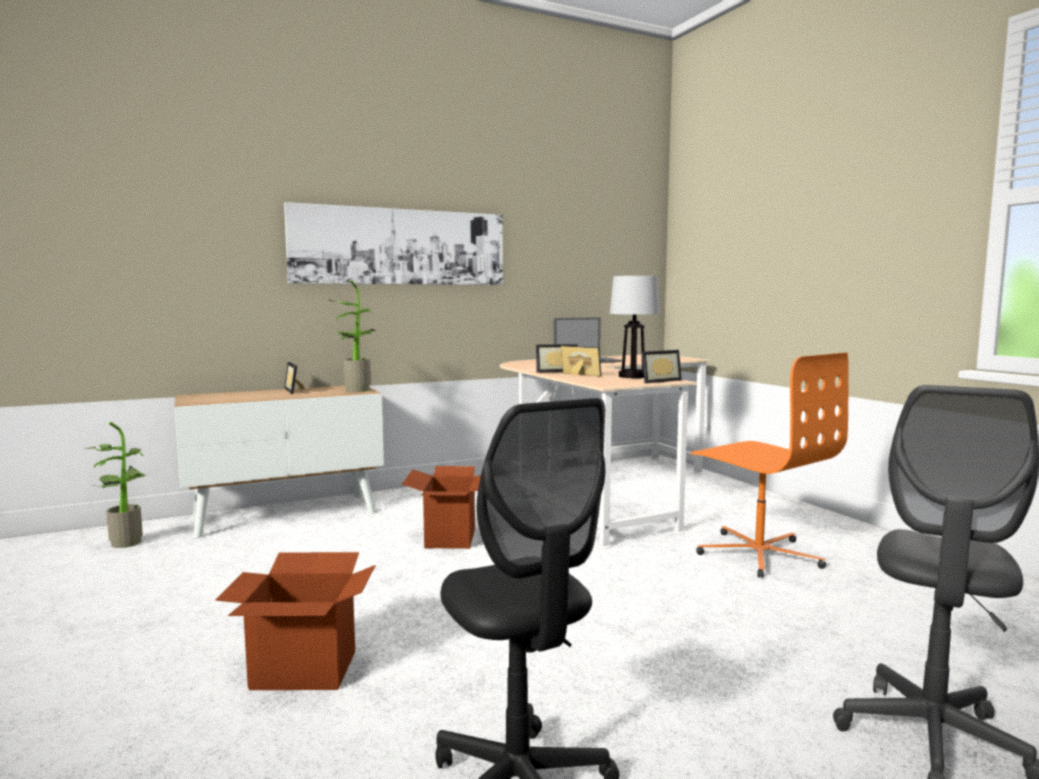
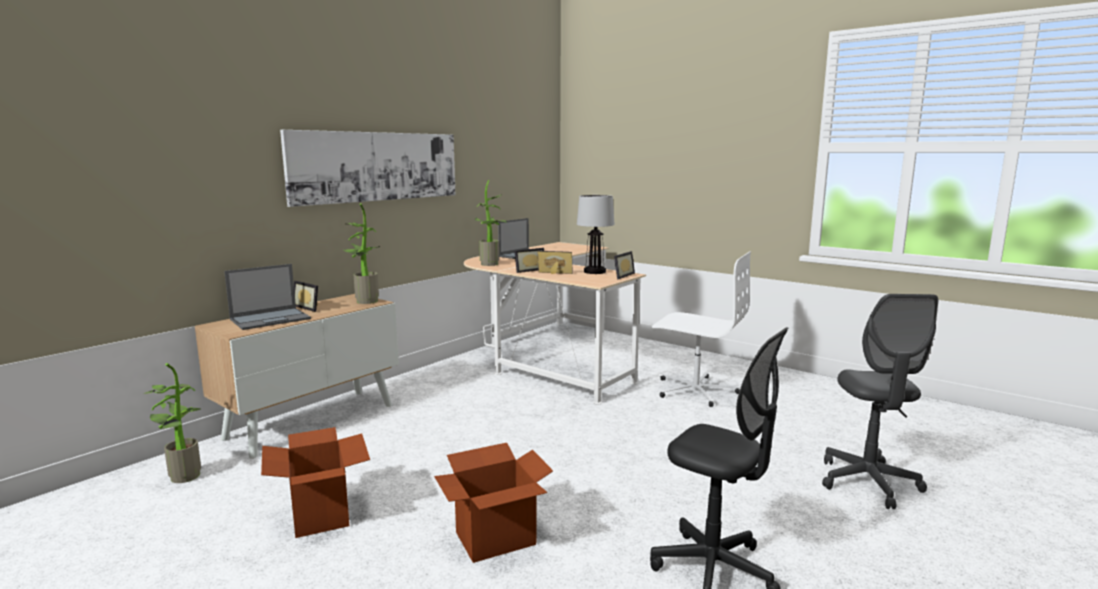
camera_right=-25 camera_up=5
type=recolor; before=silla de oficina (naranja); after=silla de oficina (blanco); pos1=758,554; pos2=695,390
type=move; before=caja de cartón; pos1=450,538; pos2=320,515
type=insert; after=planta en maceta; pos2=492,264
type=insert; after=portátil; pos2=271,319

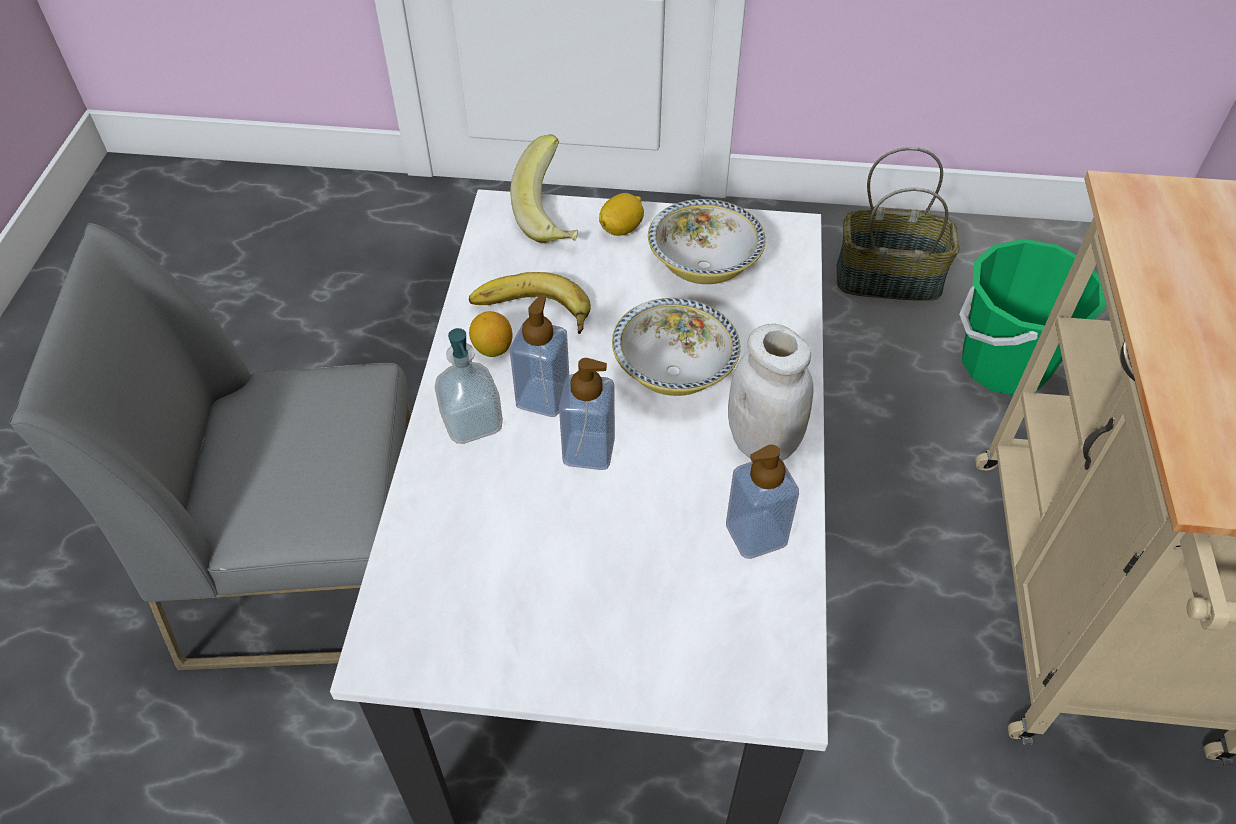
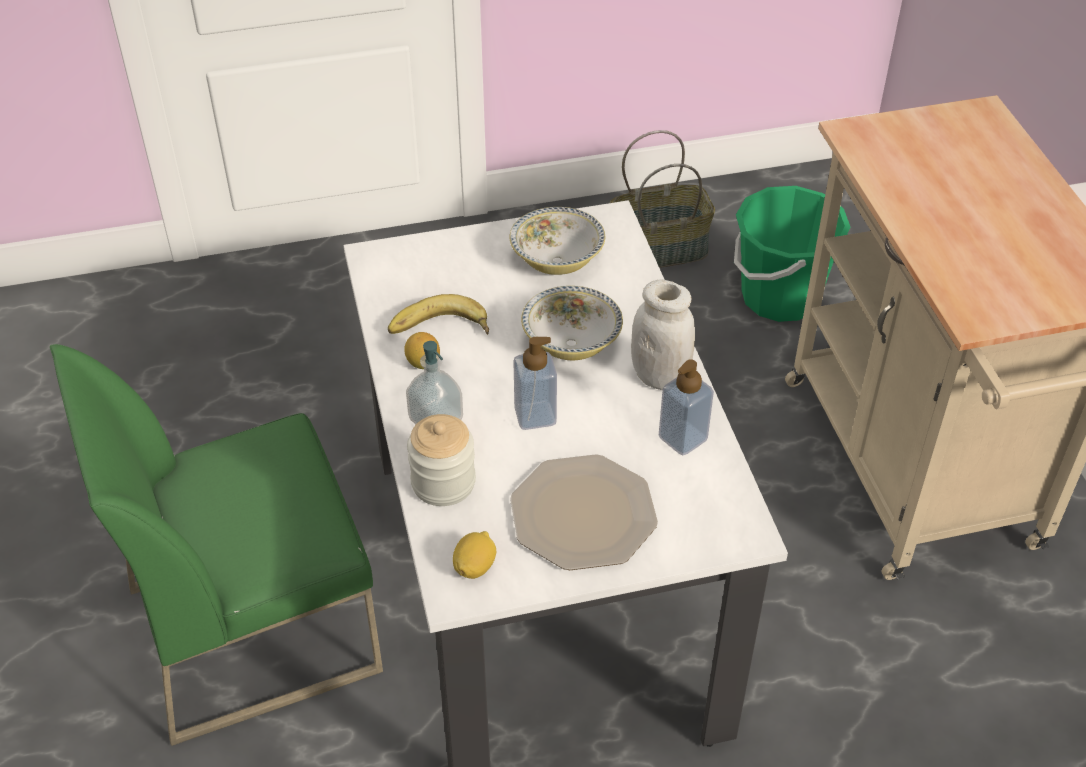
camera_right=-20 camera_up=-5
type=delete; before=plátano; pos1=554,216
type=move; before=limón; pos1=621,228; pos2=475,566
type=recolor; before=silla (gris); after=silla (verde); pos1=313,568; pos2=255,627
type=delete; before=dispensador de jabón; pos1=543,398
type=insert; after=tarro; pos2=443,482
type=insert; after=plato; pos2=583,515

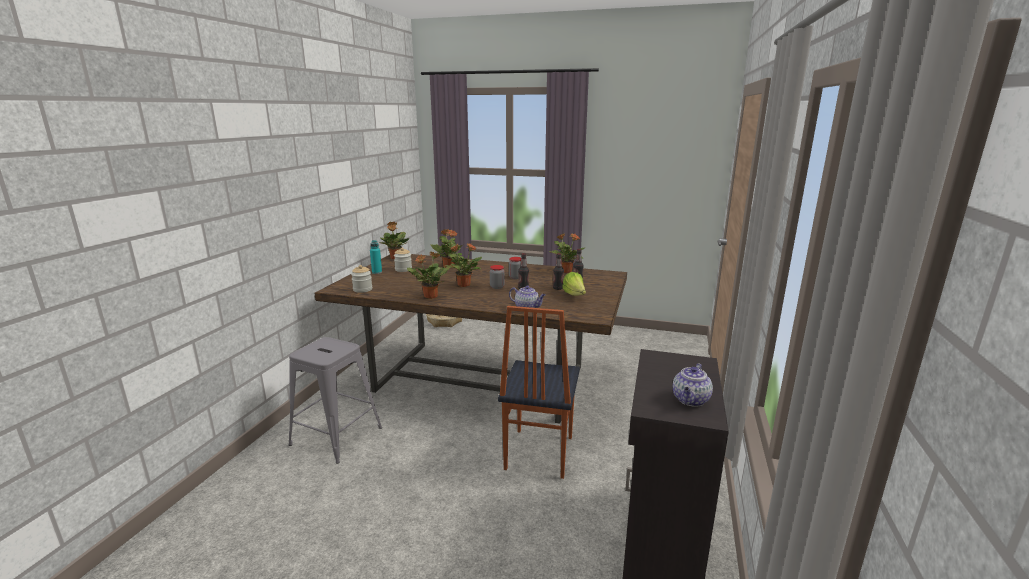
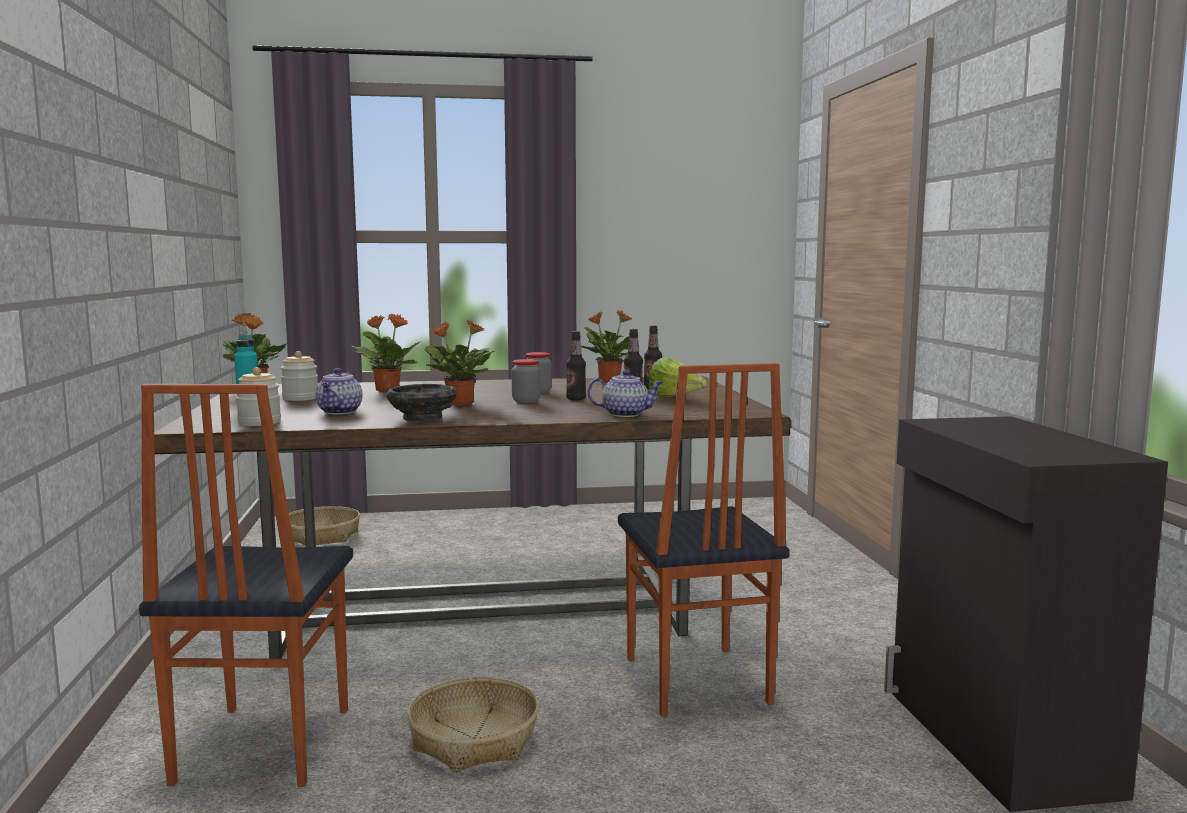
camera_right=-25 camera_up=-10
type=replace; before=planta en maceta; after=cuenco (negro); pos1=430,296; pos2=421,418
type=replace; before=taburete (gris); after=silla; pos1=336,436; pos2=260,746
type=move; before=tetera; pos1=691,400; pos2=340,412
type=insert; after=cesta; pos2=474,739

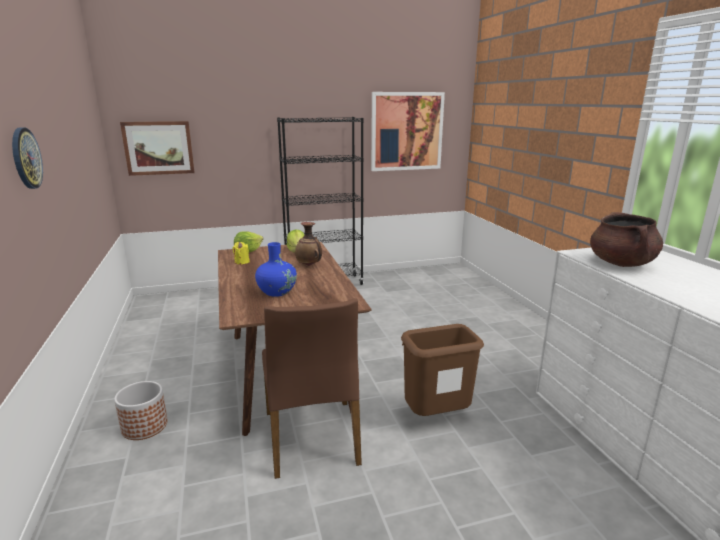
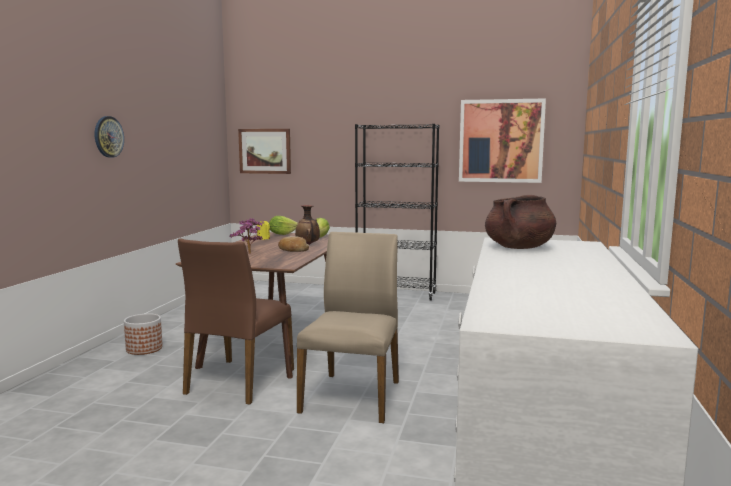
camera_right=30 camera_up=-10
type=replace; before=florero (azul); after=planta en maceta; pos1=277,292; pos2=249,254
type=replace; before=papelera (marrón); after=silla (beis); pos1=436,417; pos2=353,396
type=insert; after=pan; pos2=292,250

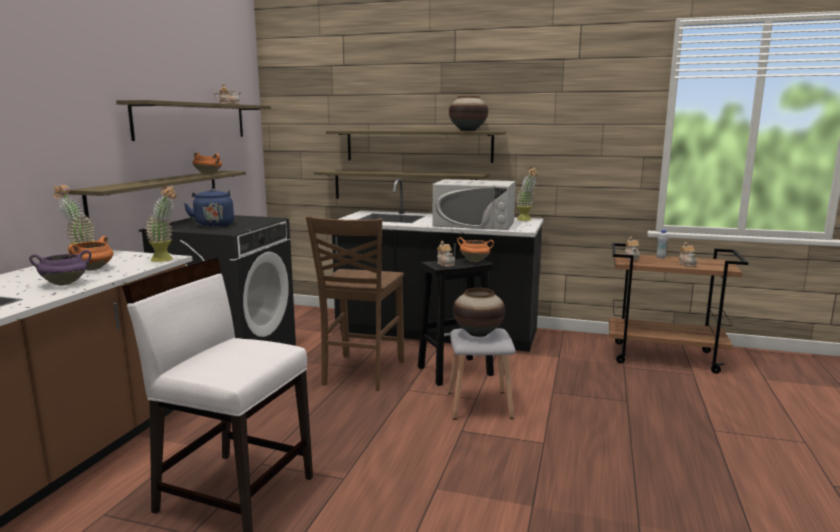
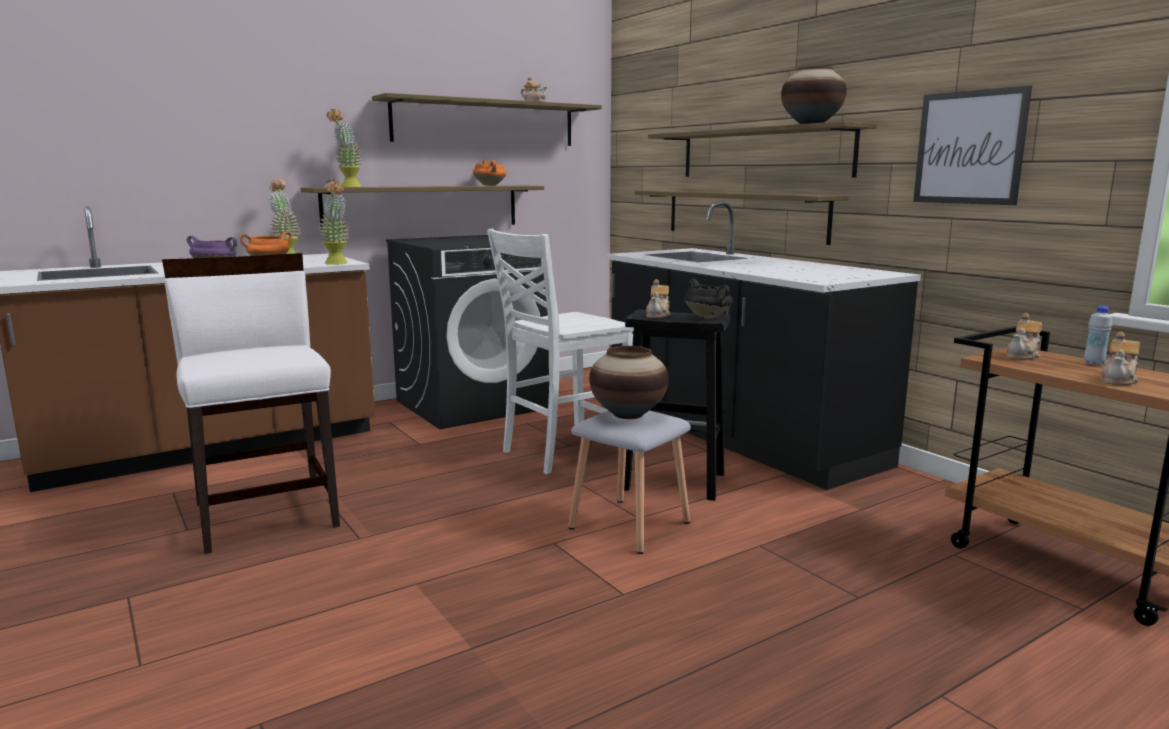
camera_right=40 camera_up=0
type=move; before=planta en maceta; pos1=526,220; pos2=347,187
type=delete; before=microondas (blanco); pos1=474,224
type=delete; before=hervidor (azul); pos1=213,225
type=recolor; before=silla (marrón); after=silla (blanco); pos1=361,373; pos2=563,452
type=recolor; before=olla (naranja); after=olla (negro); pos1=475,261; pos2=708,317
type=insert; after=cuadro; pos2=969,147

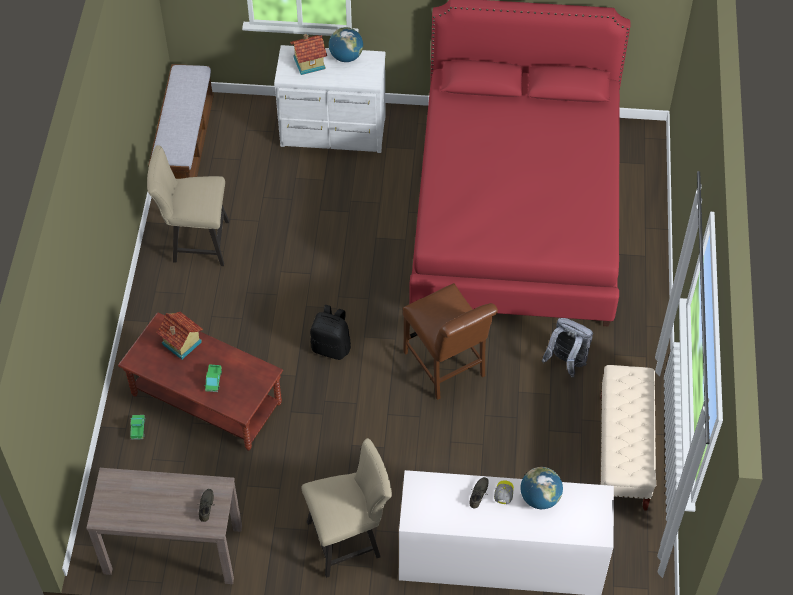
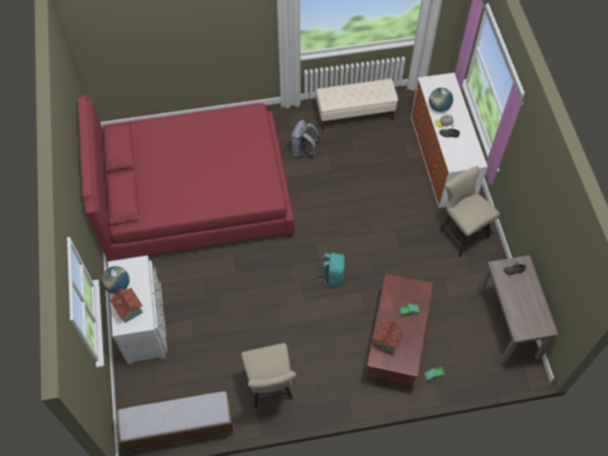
camera_right=-105 camera_up=5
type=delete; before=silla (marrón); pos1=446,368
type=recolor; before=mochila (negro); after=mochila (turquesa); pos1=331,347; pos2=332,276

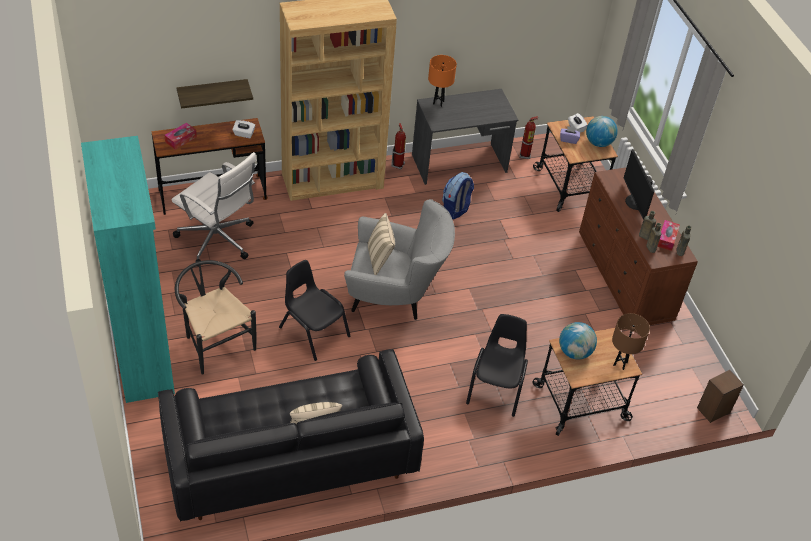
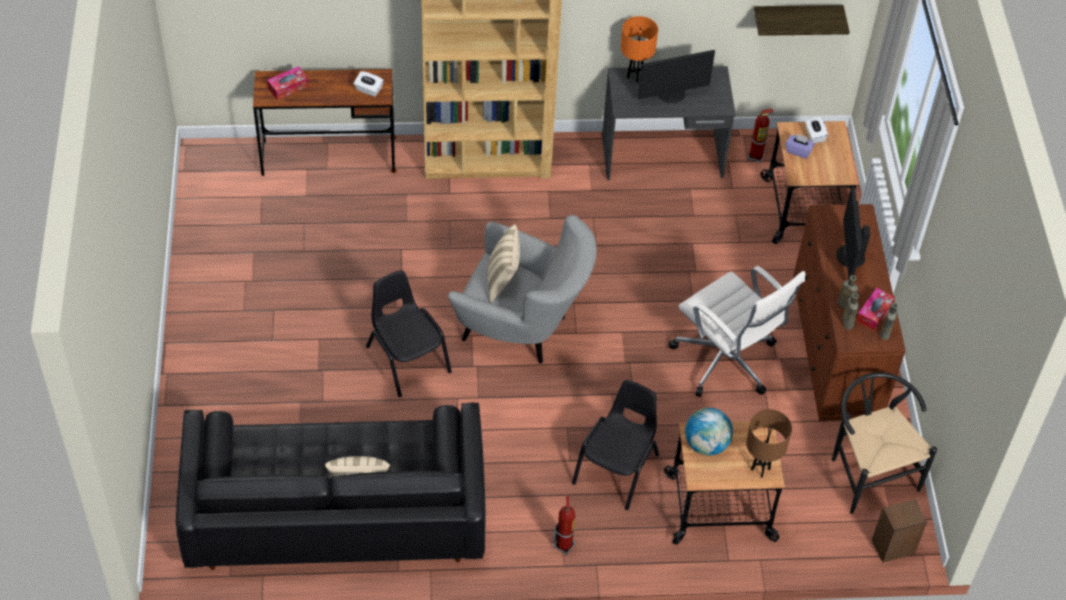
camera_right=15 camera_up=5
type=move; before=estante; pos1=212,93; pos2=796,17
type=delete; before=globo terráqueo; pos1=598,143
type=move; before=extintor; pos1=398,165; pos2=564,545
type=delete; before=estantería (turquesa); pos1=144,354
type=move; before=silla de oficina (blanco); pos1=218,241; pos2=726,361
type=delete; before=mochila; pos1=455,210
type=move; before=silla (negro); pos1=215,342; pos2=867,471
type=insert; after=monitor; pos2=672,94

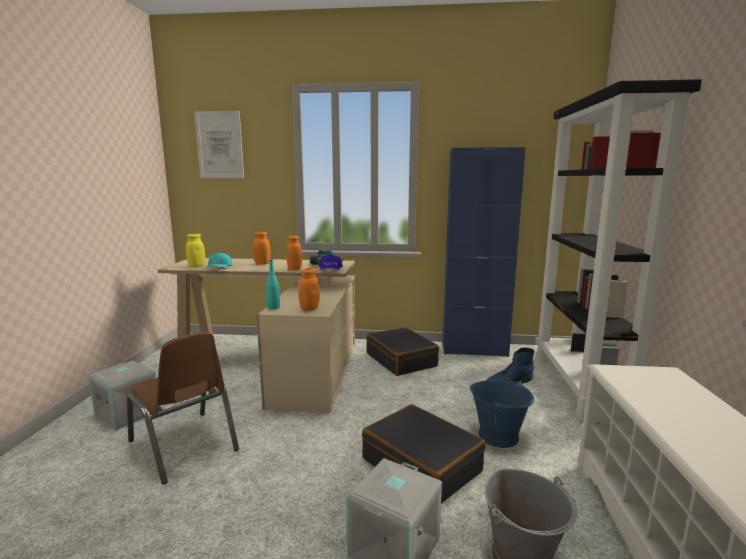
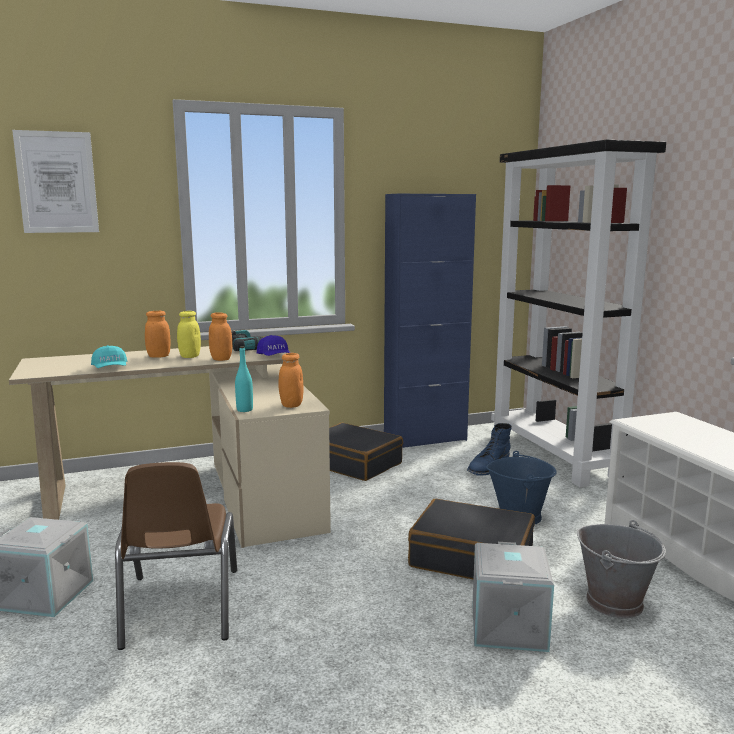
camera_right=-25 camera_up=0
type=move; before=tarro (amarillo); pos1=196,266; pos2=189,356
type=rotate; before=silla (marrón); pos1=184,446; pos2=180,607; turn=60

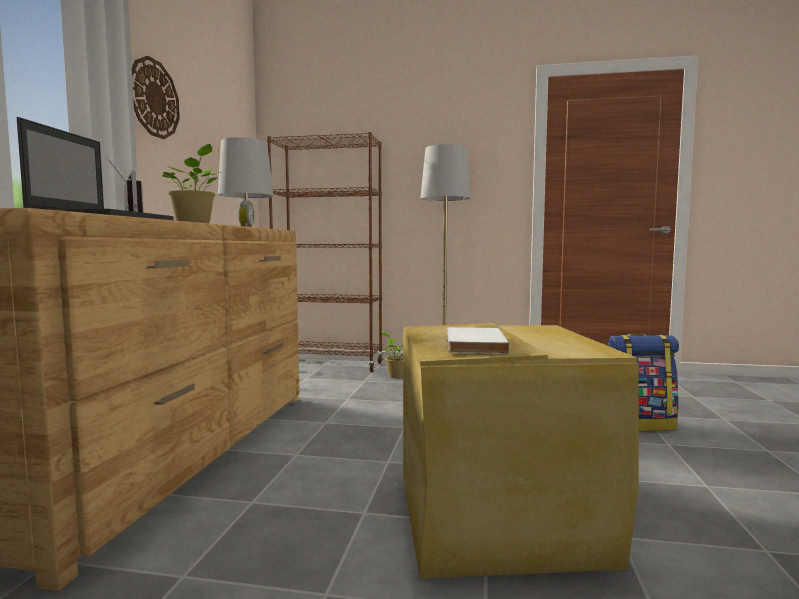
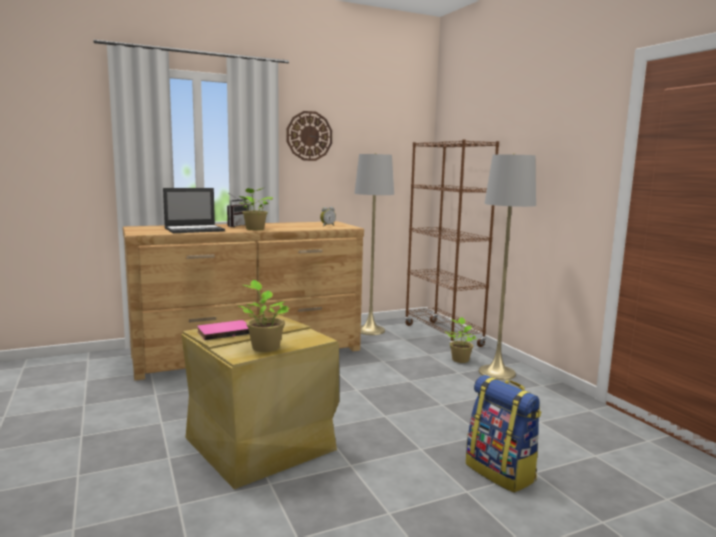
camera_right=55 camera_up=5
type=recolor; before=libro (blanco); after=libro (rosa); pos1=472,344; pos2=224,332
type=insert; after=planta en maceta; pos2=264,347

